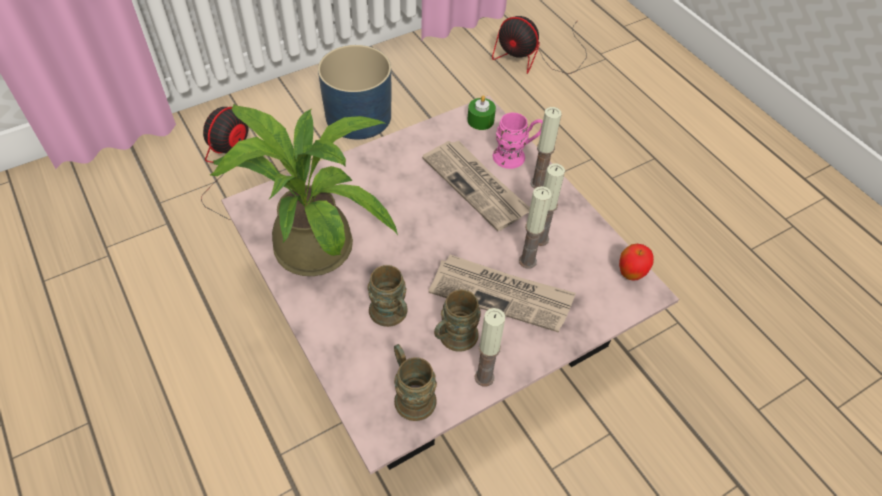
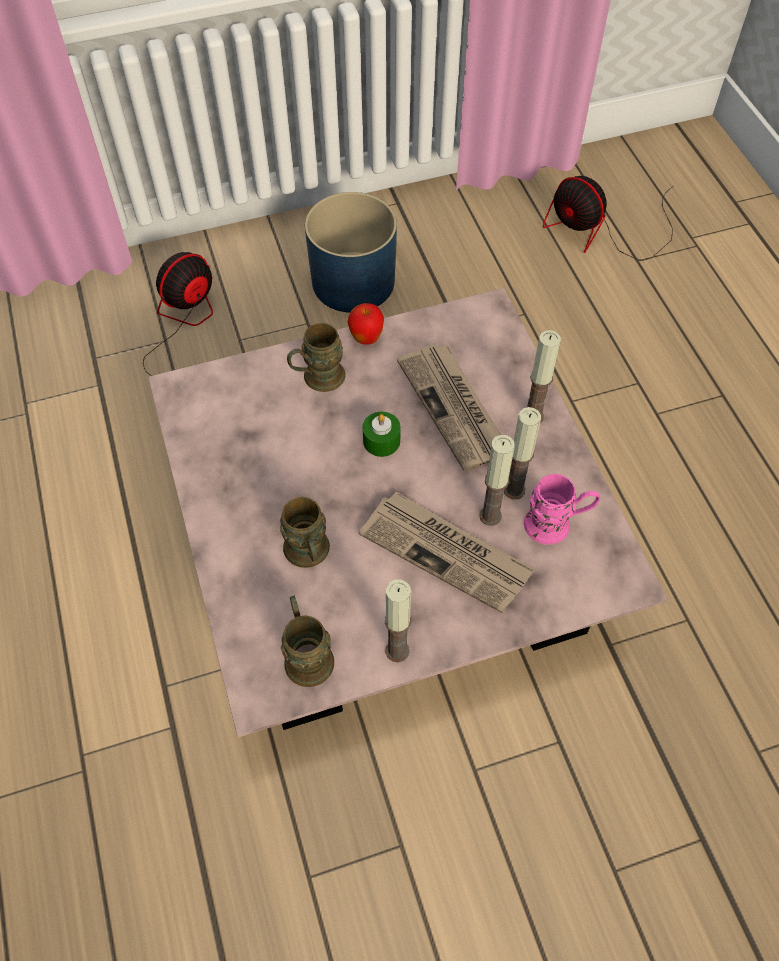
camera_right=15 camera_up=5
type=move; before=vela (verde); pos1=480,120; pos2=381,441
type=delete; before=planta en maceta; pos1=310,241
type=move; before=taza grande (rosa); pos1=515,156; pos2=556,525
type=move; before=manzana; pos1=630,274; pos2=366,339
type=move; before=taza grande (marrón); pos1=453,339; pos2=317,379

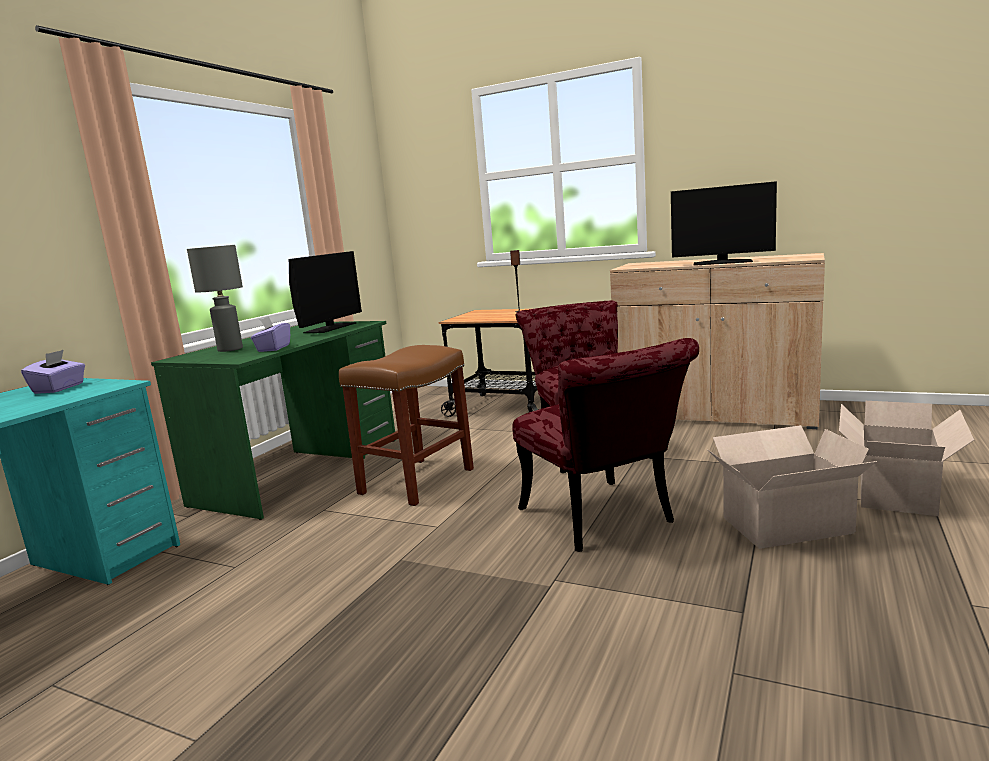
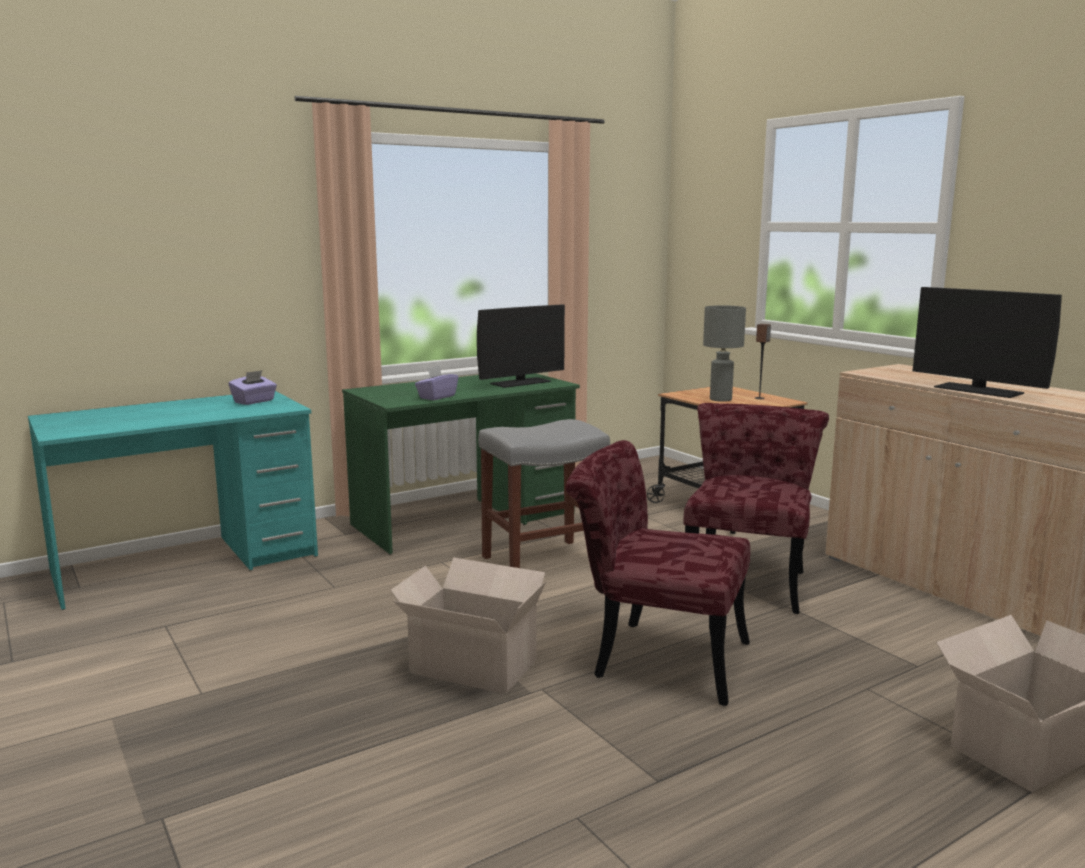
camera_right=30 camera_up=0
type=move; before=lámpara de mesa (gris); pos1=230,349; pos2=720,399
type=rotate; before=silla (rojo); pos1=604,521; pos2=655,657; turn=105
type=recolor; before=taburete (marrón); after=taburete (gris); pos1=416,482; pos2=542,561
type=move; before=caja de cartón; pos1=783,525; pos2=471,665

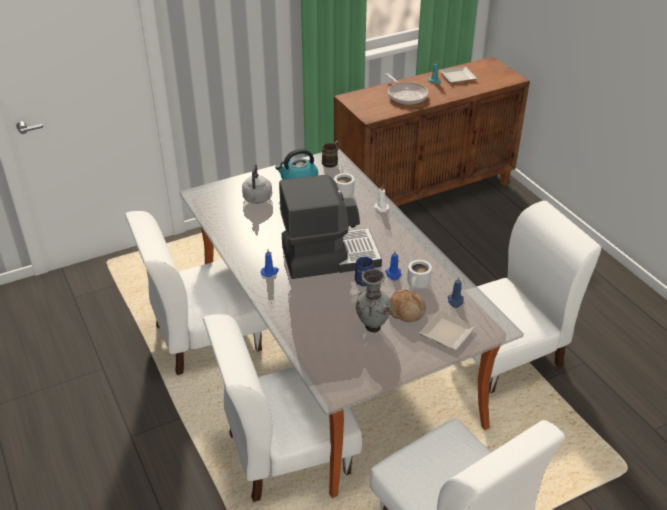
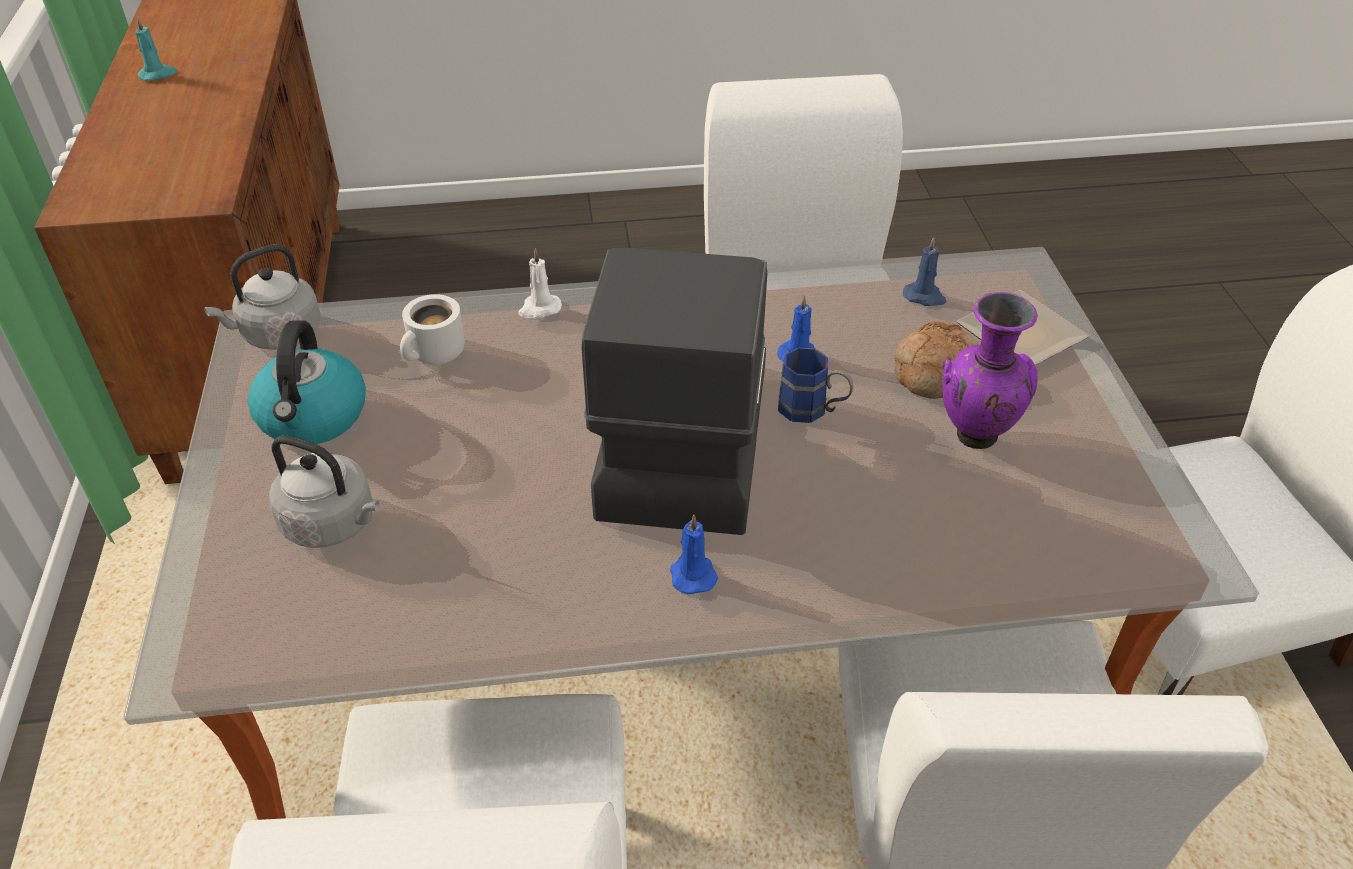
camera_right=-70 camera_up=5
type=delete; before=plato; pos1=459,77
type=delete; before=sartén; pos1=406,95
type=replace; before=taza grande (marrón); after=hervidor (gris); pos1=332,161; pos2=278,335
type=delete; before=taza grande (blanco); pos1=418,284
type=recolor; before=florero (gris); after=florero (morado); pos1=371,327; pos2=974,439

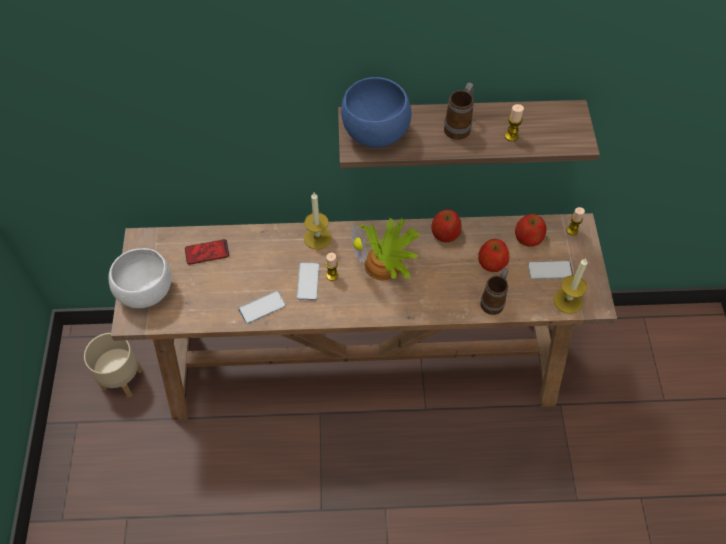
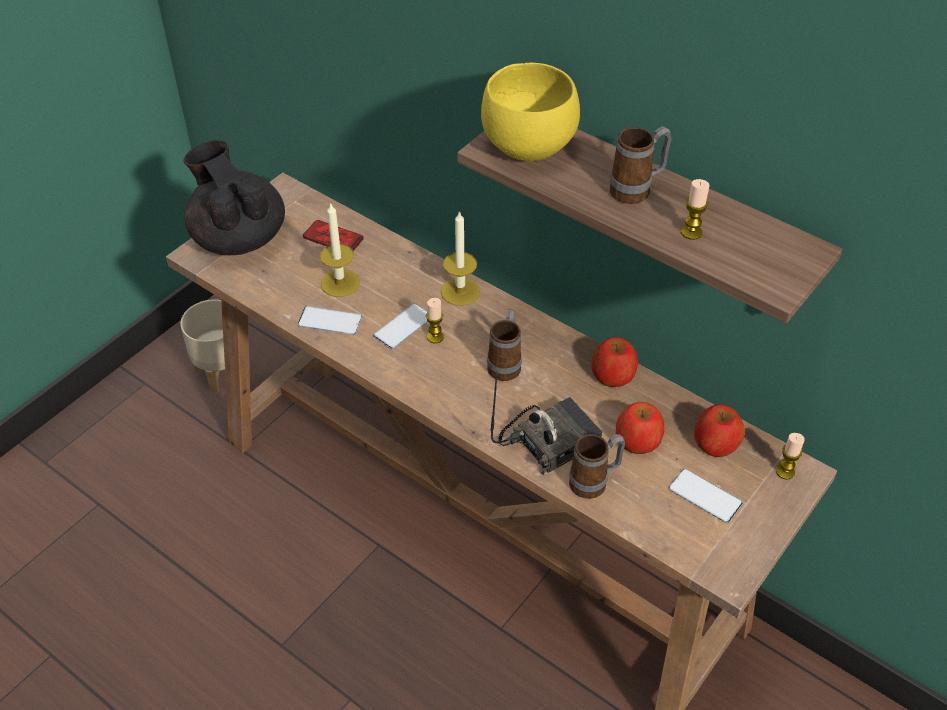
camera_right=40 camera_up=-10
type=recolor; before=cuenco (azul); after=cuenco (amarillo); pos1=375,135; pos2=526,148
type=replace; before=planta en maceta; after=taza grande; pos1=386,265; pos2=506,363
type=replace; before=cuenco (blanco); after=tetera (negro); pos1=145,291; pos2=238,237
type=move; before=vela; pos1=568,301; pos2=340,283
type=insert; after=radio; pos2=549,440

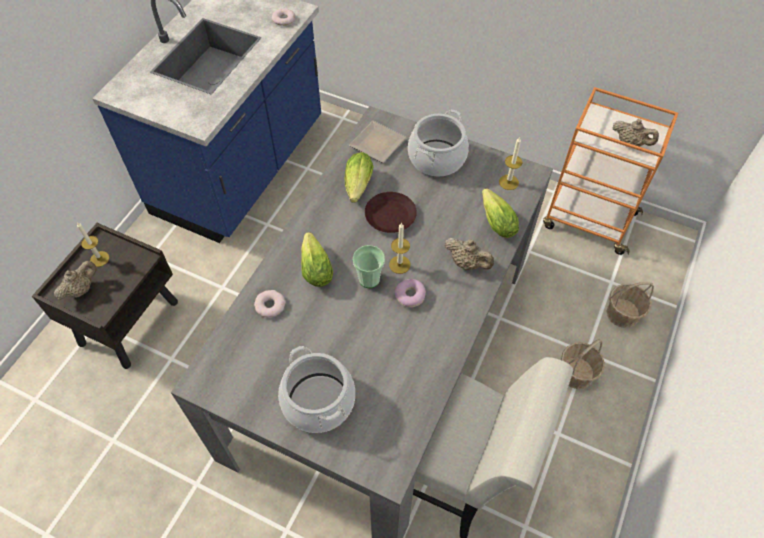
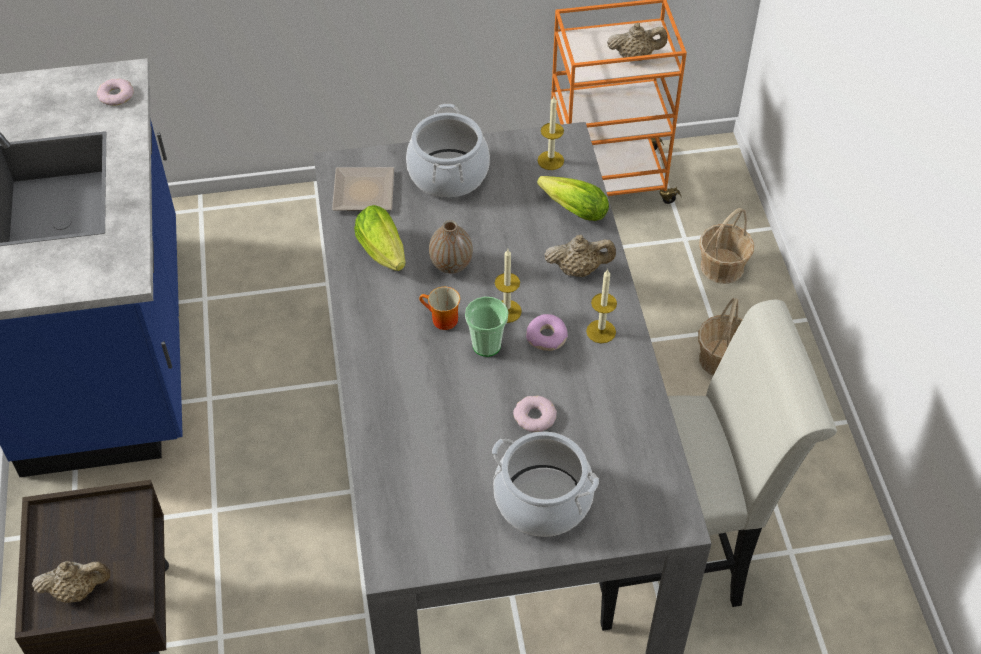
camera_right=-35 camera_up=-5
type=replace; before=plato (marrón); after=florero; pos1=391,216; pos2=451,264
type=move; before=vela; pos1=99,259; pos2=601,331
type=delete; before=lechuga; pos1=315,266
type=rotate; before=tetera (beis); pos1=81,289; pos2=77,590; turn=75
type=move; before=rosquilla; pos1=270,305; pos2=534,417
type=insert; after=taza grande; pos2=441,320

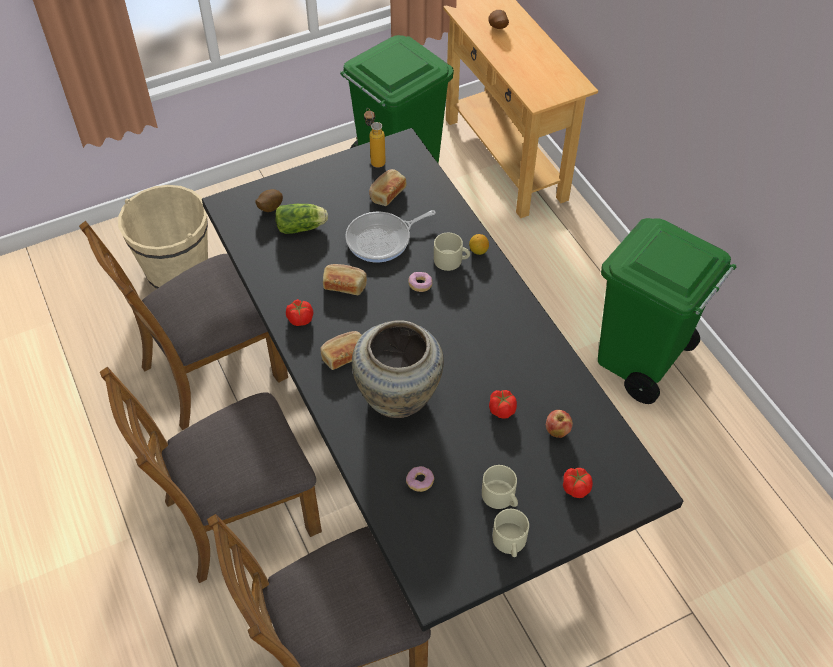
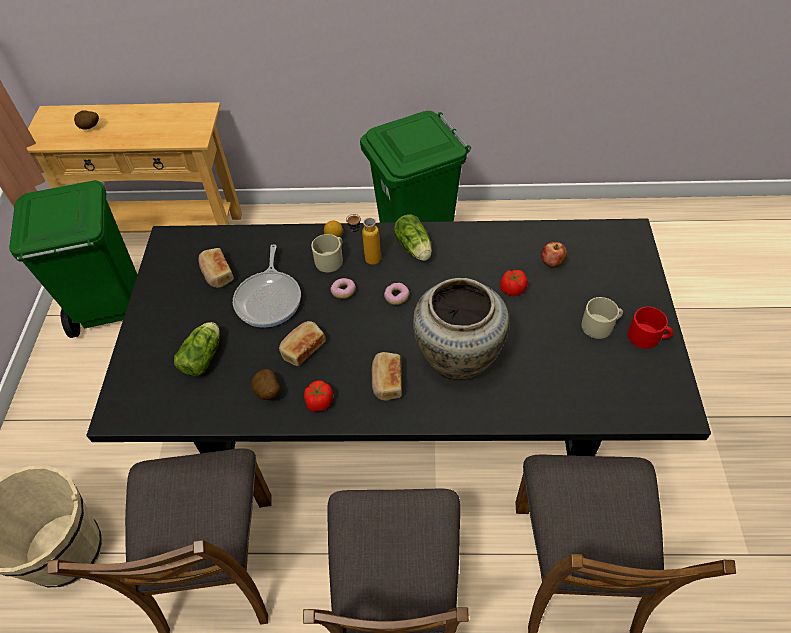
camera_right=-60 camera_up=0
type=move; before=botella; pos1=375,159; pos2=366,260
type=move; before=patata; pos1=269,208; pos2=267,393
type=move; before=rosquilla; pos1=420,482; pos2=396,297
type=delete; before=tomate; pos1=575,488
type=recolor; before=taza grande (beis); after=taza grande (rojo); pos1=510,542; pos2=648,337
type=insert; after=lechuga; pos2=414,249

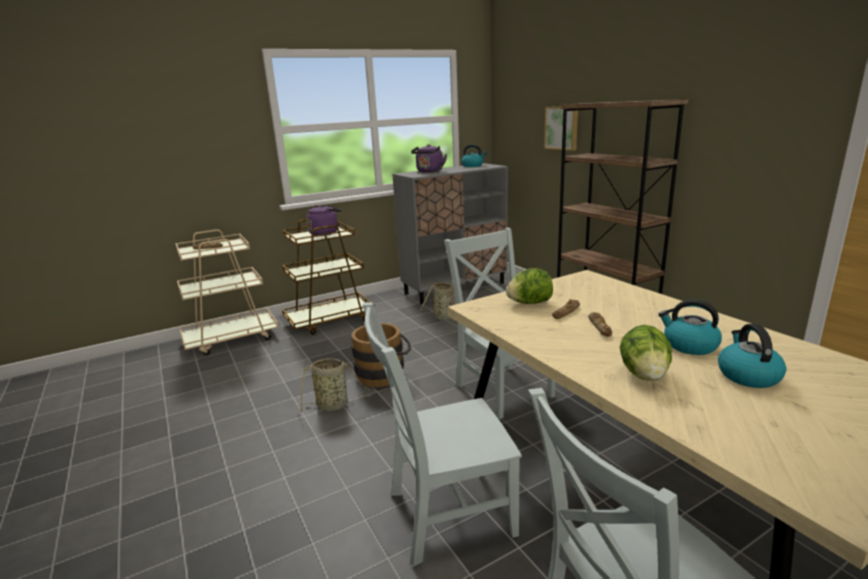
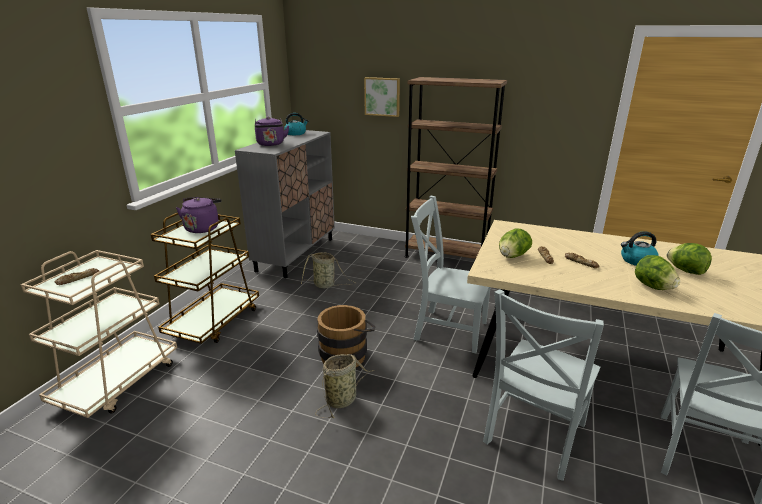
camera_right=-40 camera_up=5
type=replace; before=hervidor; after=lechuga; pos1=747,375; pos2=685,271

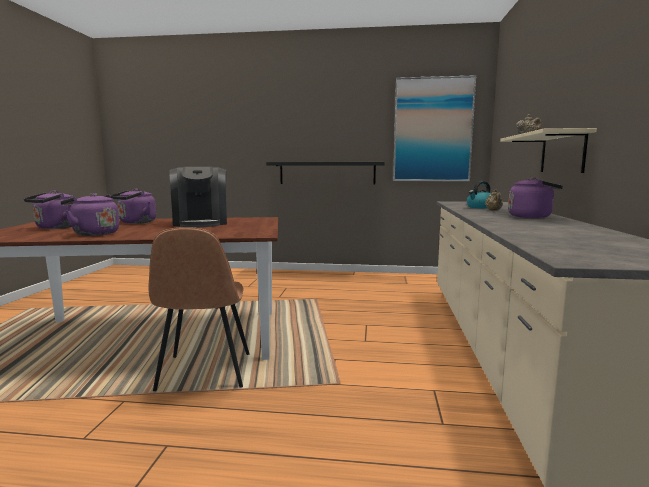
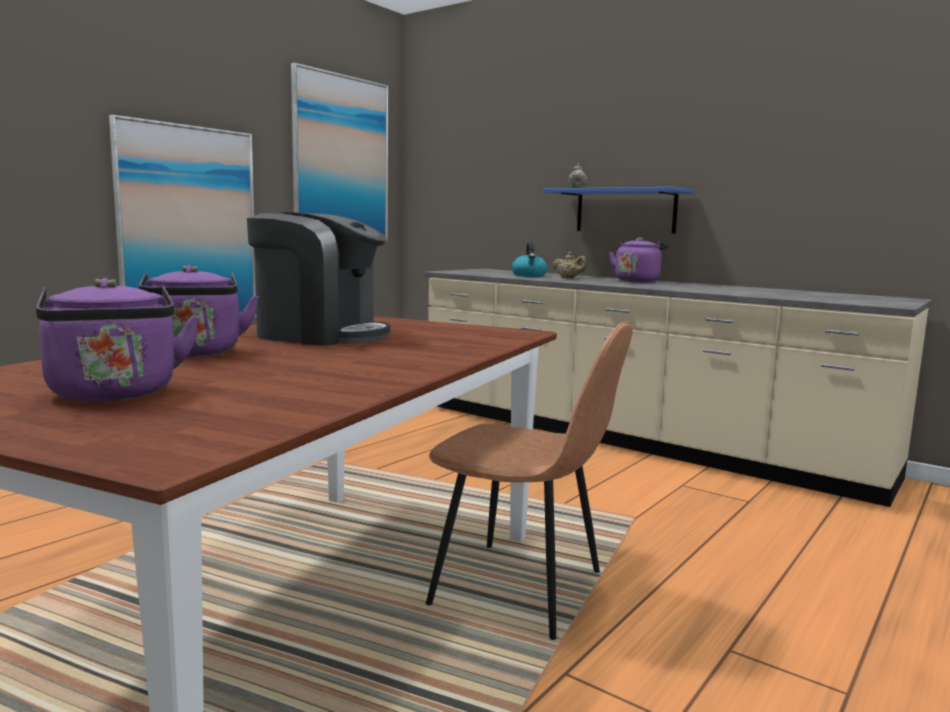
camera_right=-60 camera_up=0
type=recolor; before=estante (beis); after=estante (azul); pos1=562,153; pos2=625,211
type=replace; before=estante (negro); after=cuadro; pos1=327,173; pos2=188,226
type=delete; before=hervidor (morado); pos1=94,234

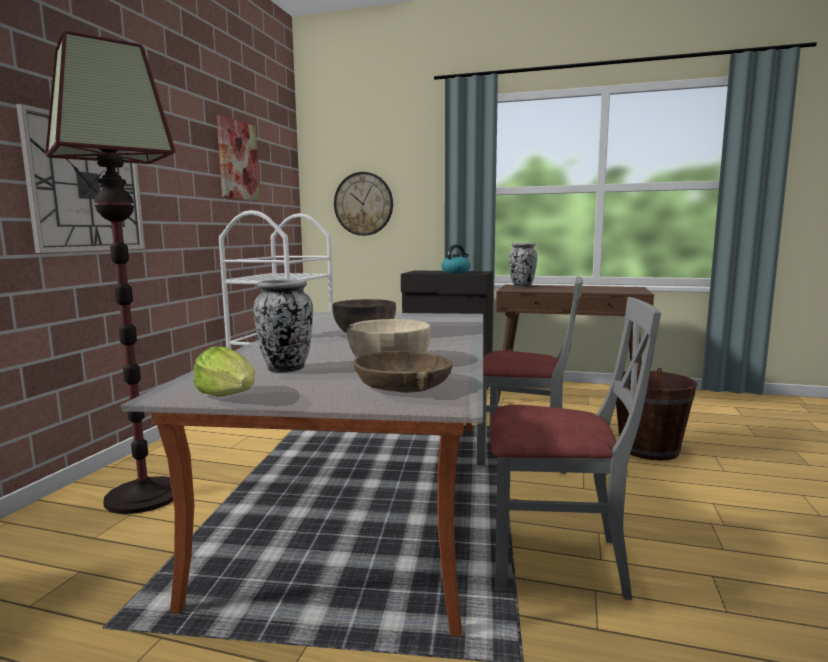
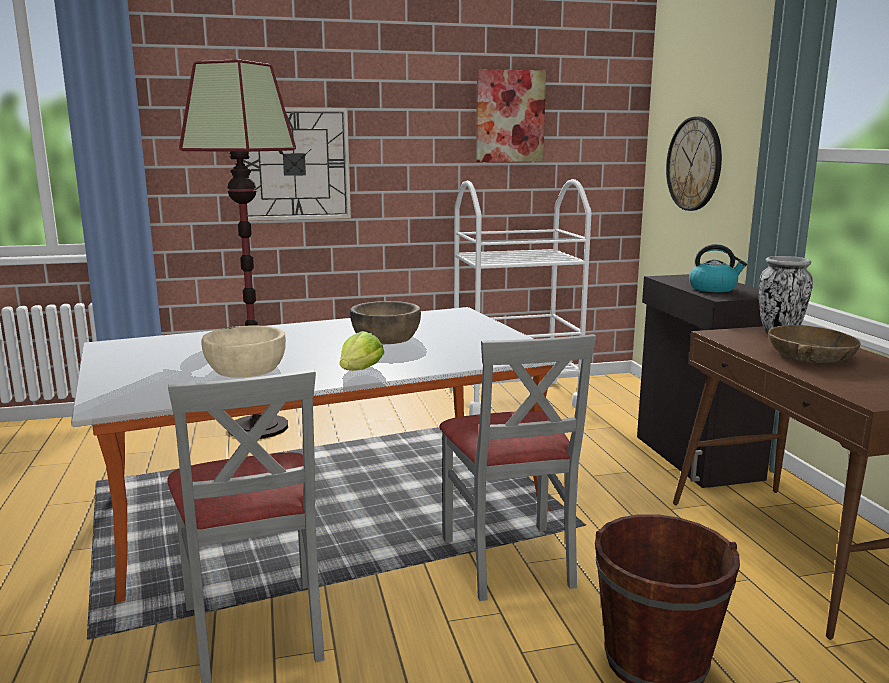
camera_right=60 camera_up=5
type=delete; before=florero; pos1=286,369
type=move; before=lechuga; pos1=229,396; pos2=360,371
type=move; before=cuenco (marrón); pos1=403,385; pos2=810,356

